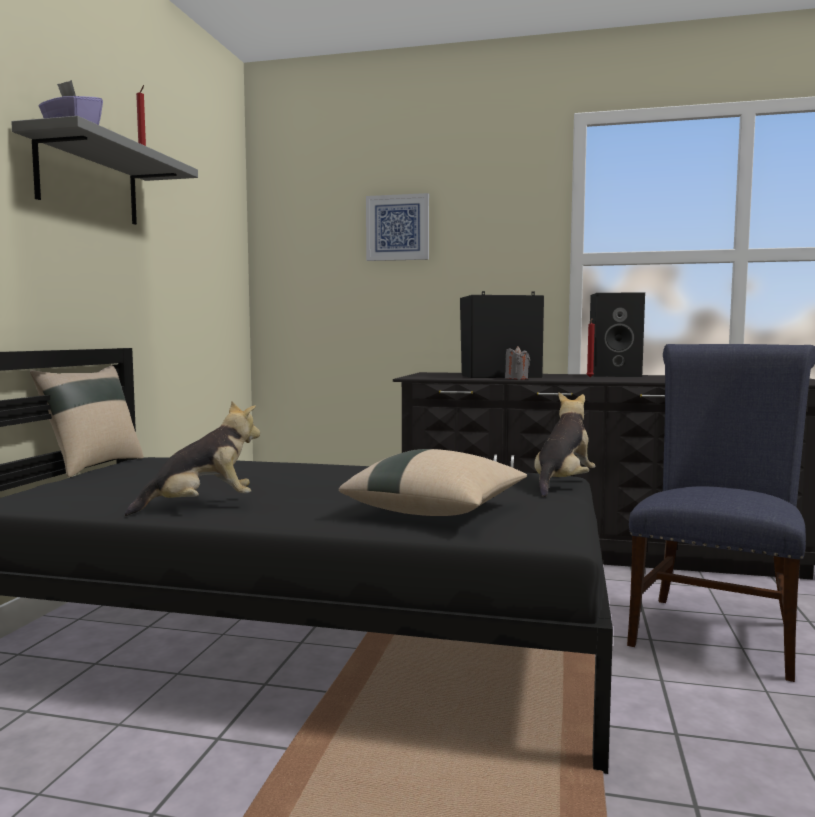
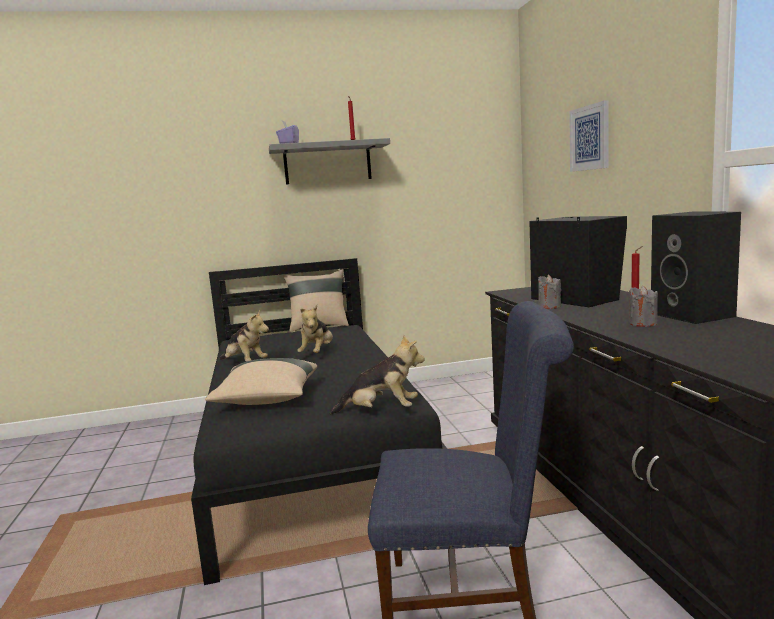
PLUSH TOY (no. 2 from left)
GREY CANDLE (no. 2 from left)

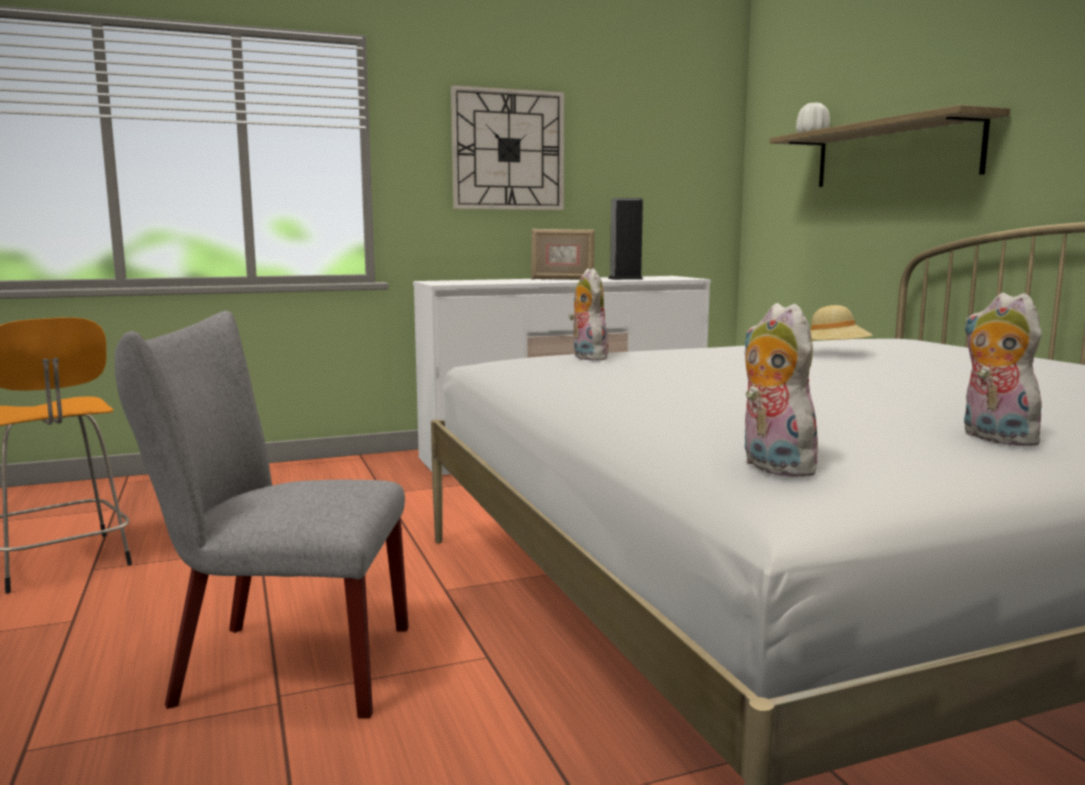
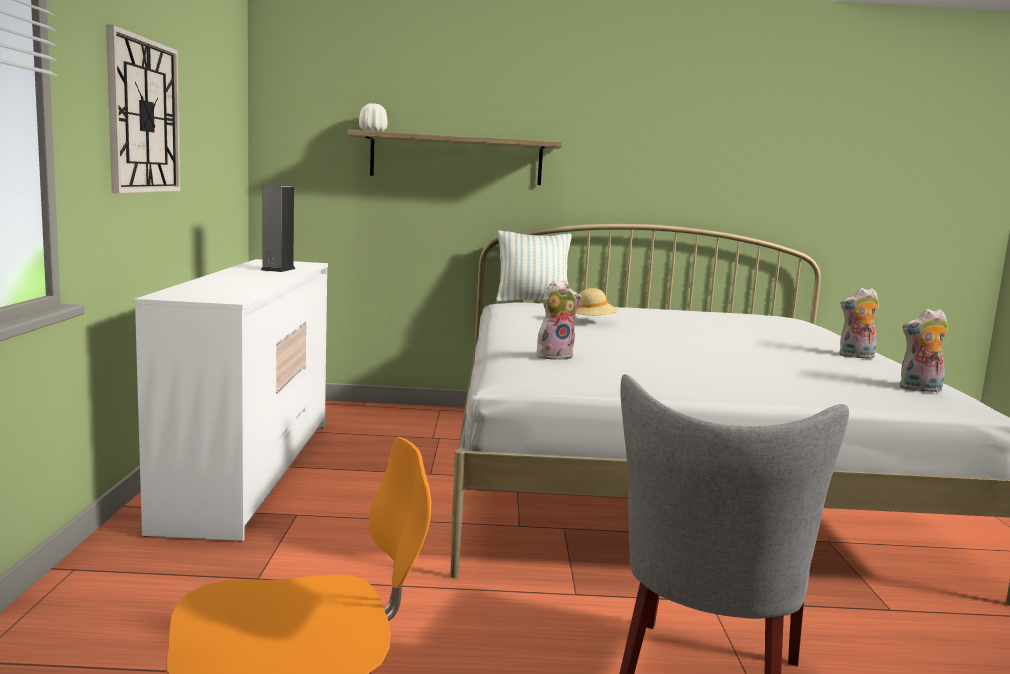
PILLOW
PLUSH TOY (no. 1 from left)
PICTURE FRAME

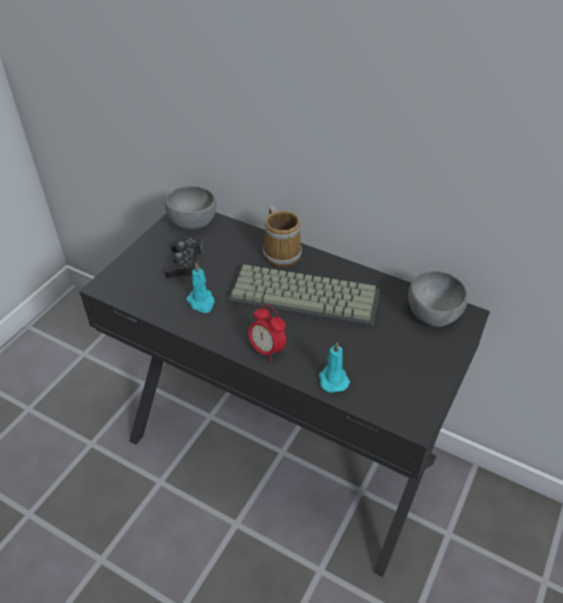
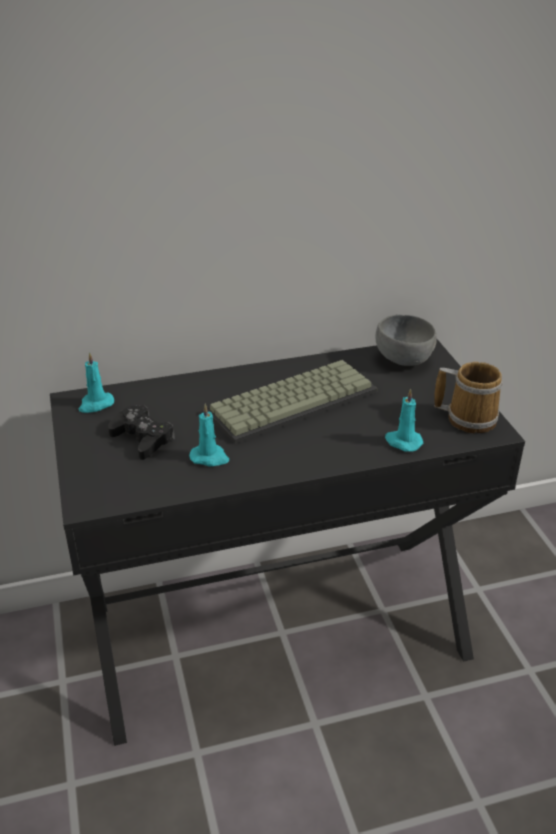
TURQUOISE CANDLE (no. 1 from left)
MUG
ALARM CLOCK

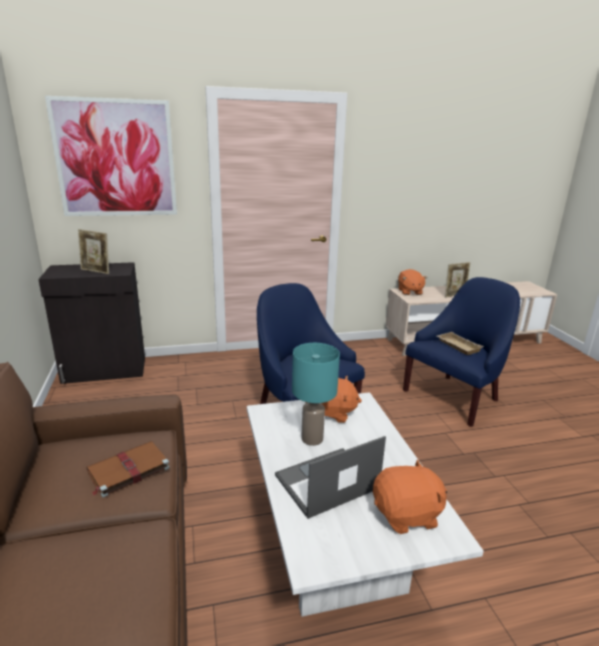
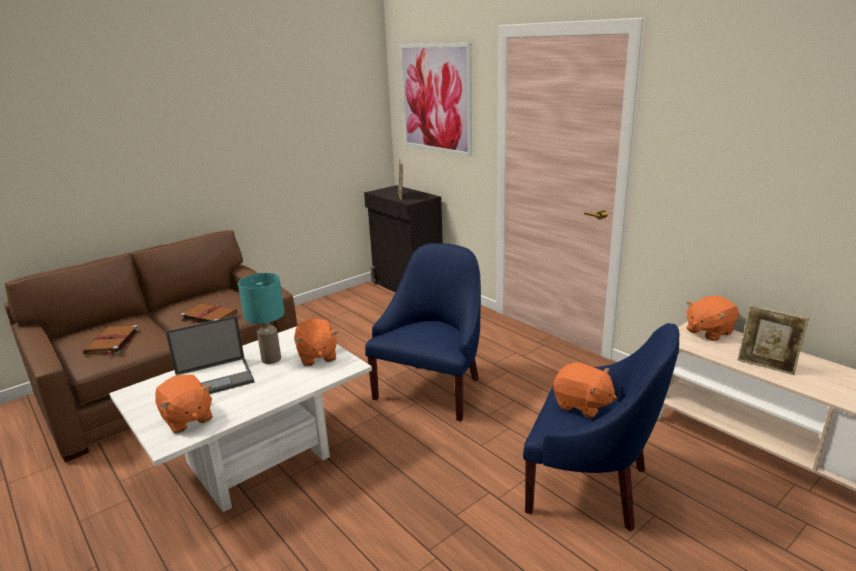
BROWN BOOK (no. 1 from left)
LAPTOP
ORANGE PLUSH TOY (no. 3 from left)

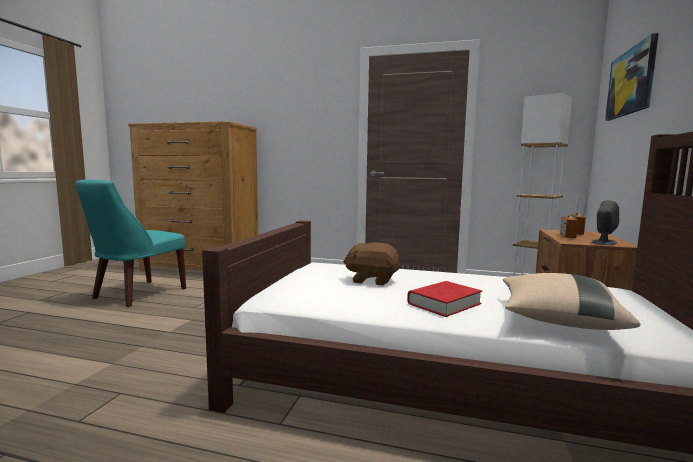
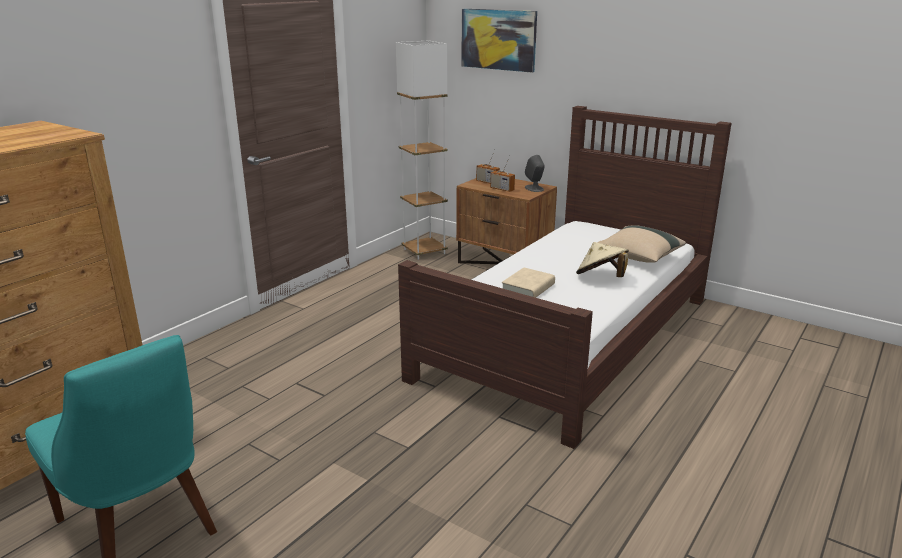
BEIGE BOOK
BEIGE HAT

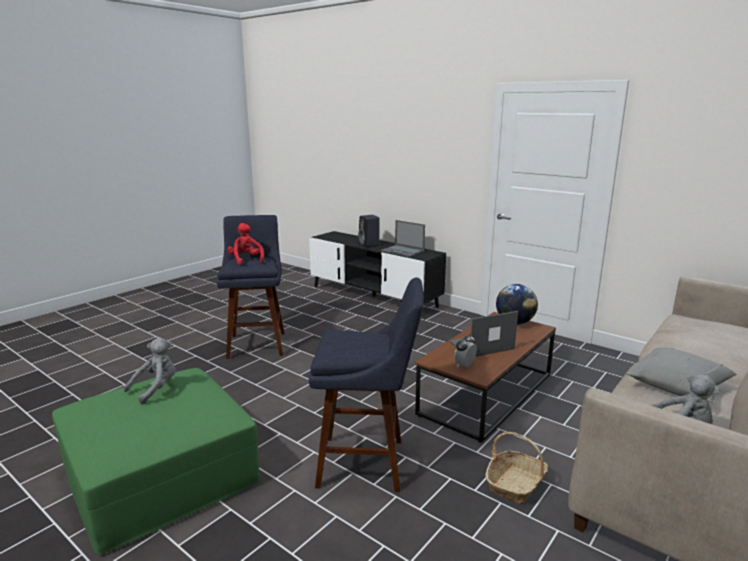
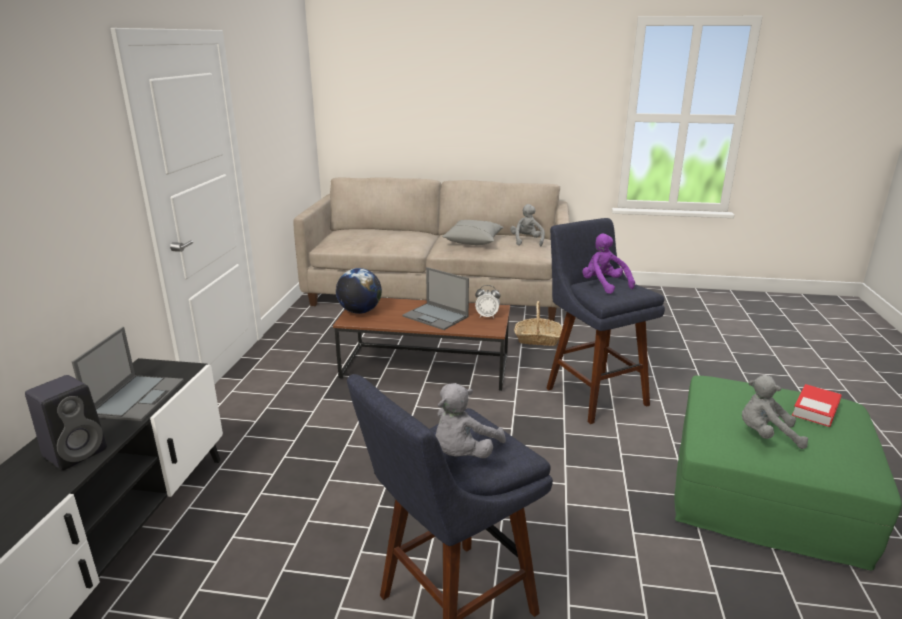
GREY PLUSH TOY (no. 1 from left)
PURPLE PLUSH TOY
BOOK

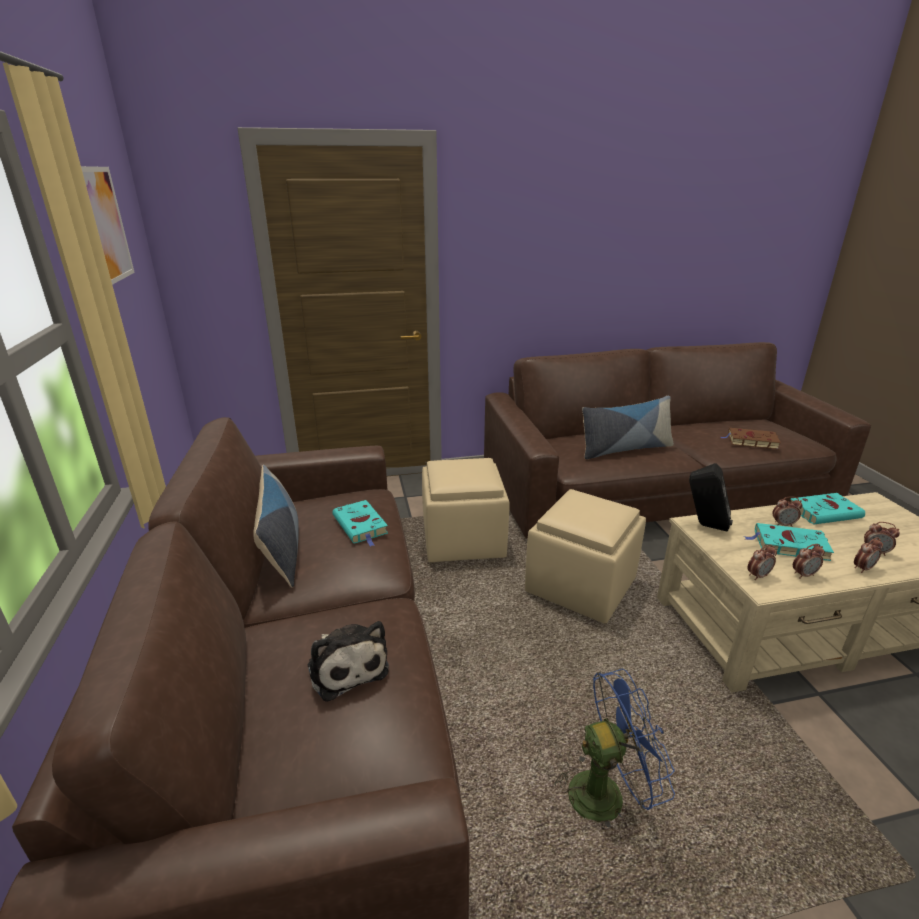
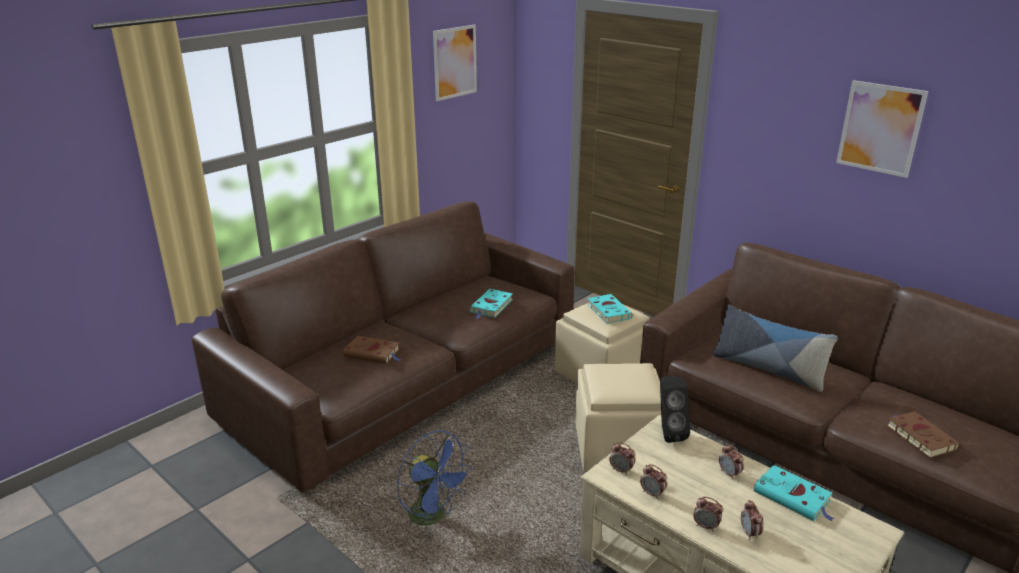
BROWN BOOK (no. 1 from left)
TURQUOISE BOOK (no. 2 from left)
PICTURE (no. 2 from left)
PILLOW (no. 1 from left in the first image)

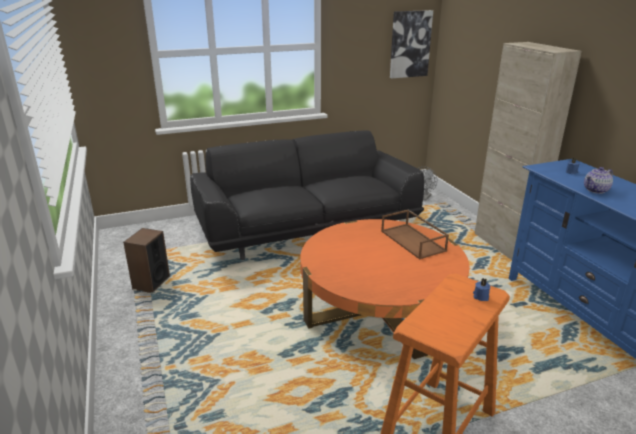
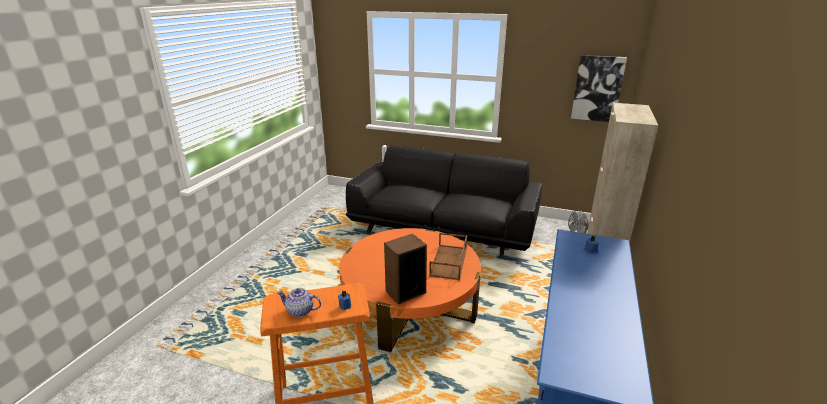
TEAPOT
SPEAKER

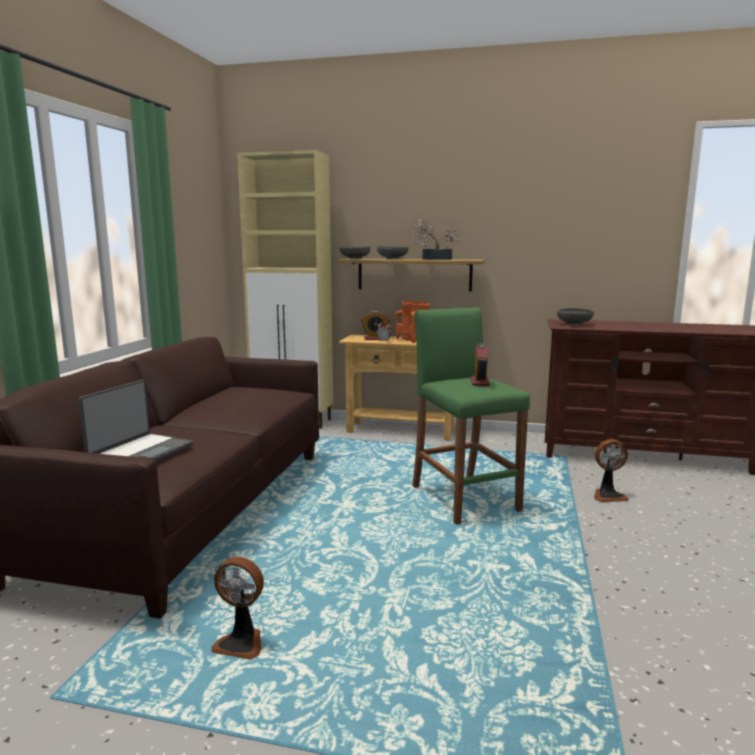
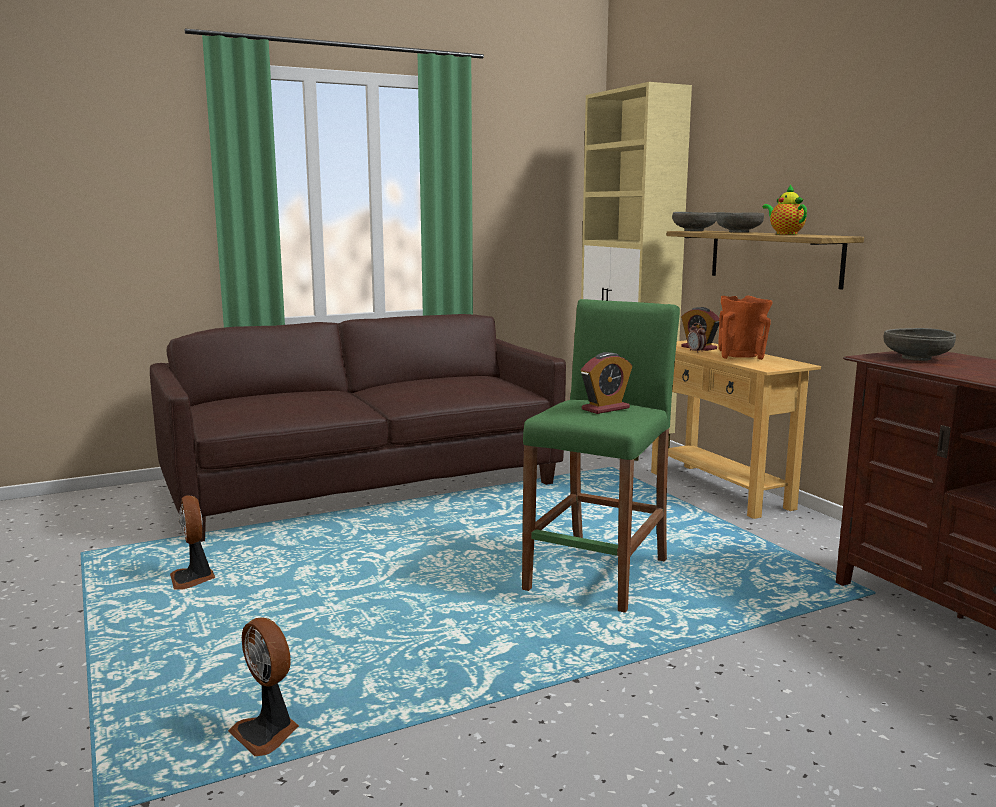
FAN (no. 2 from left)
TEAPOT
LAPTOP

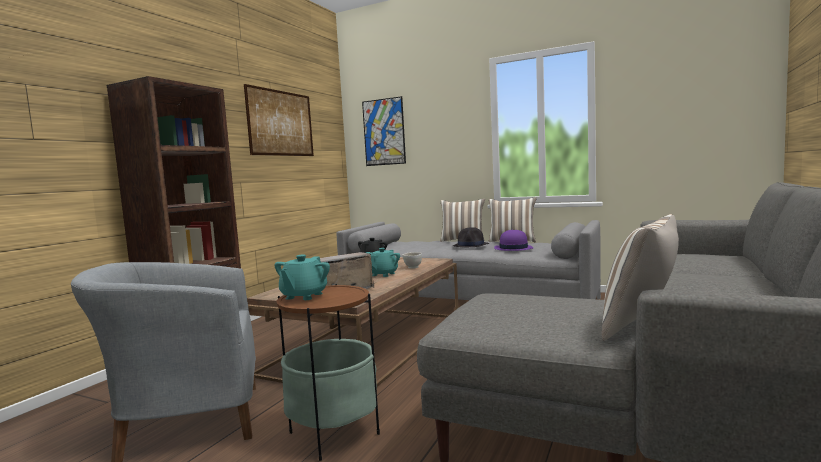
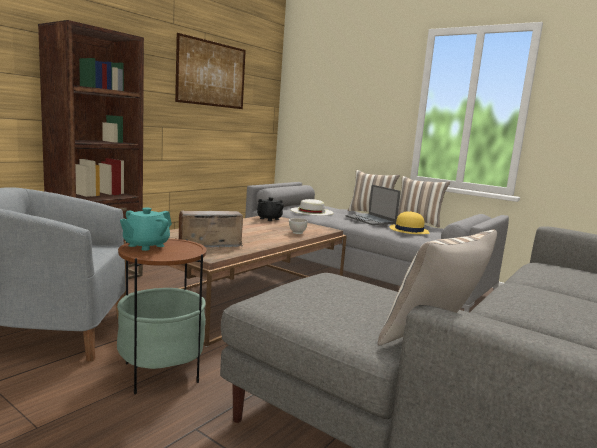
WHITE HAT
LAPTOP
YELLOW HAT
PICTURE (no. 2 from left in the first image)
TURQUOISE TEAPOT (no. 2 from left in the first image)

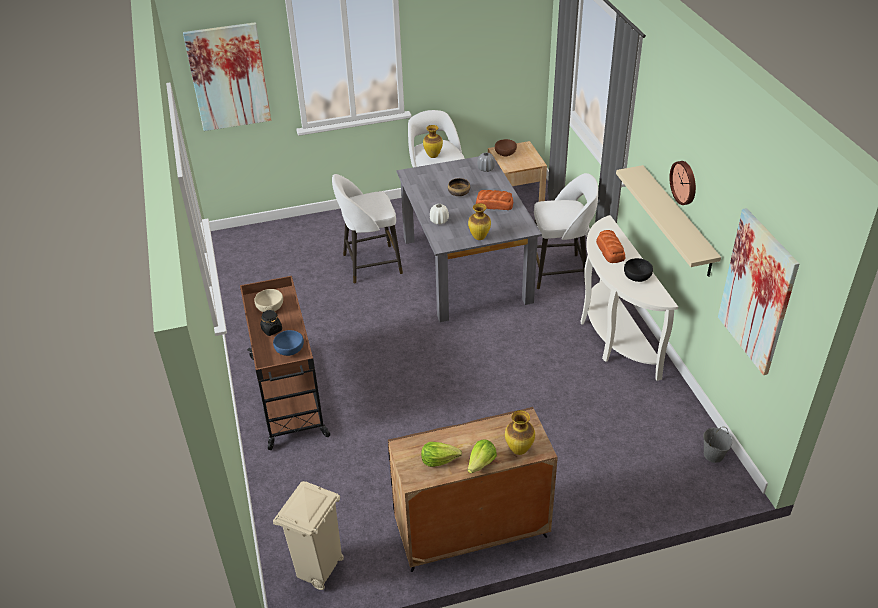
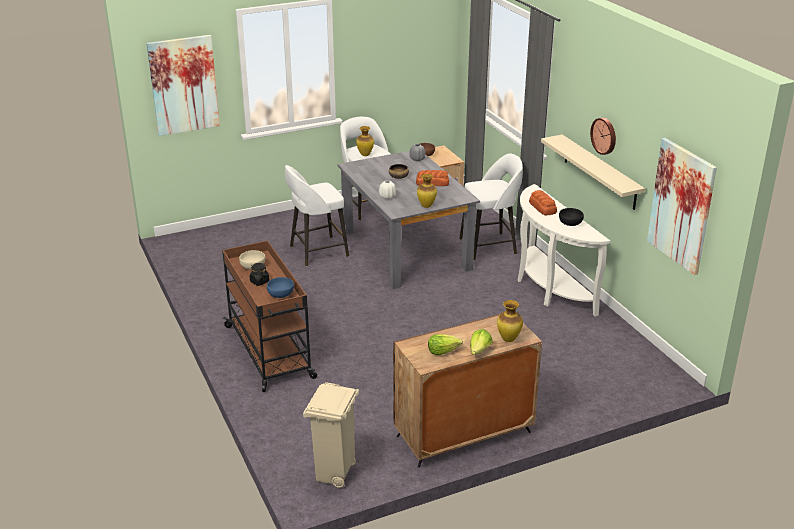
GREY BUCKET

